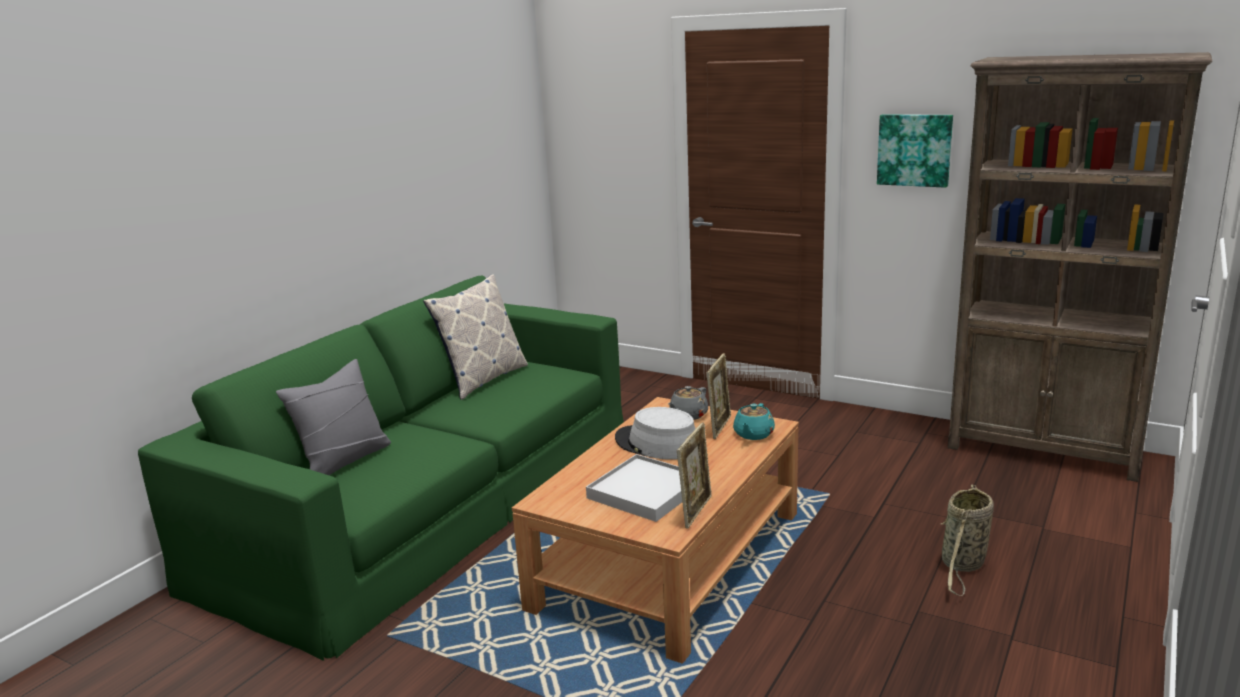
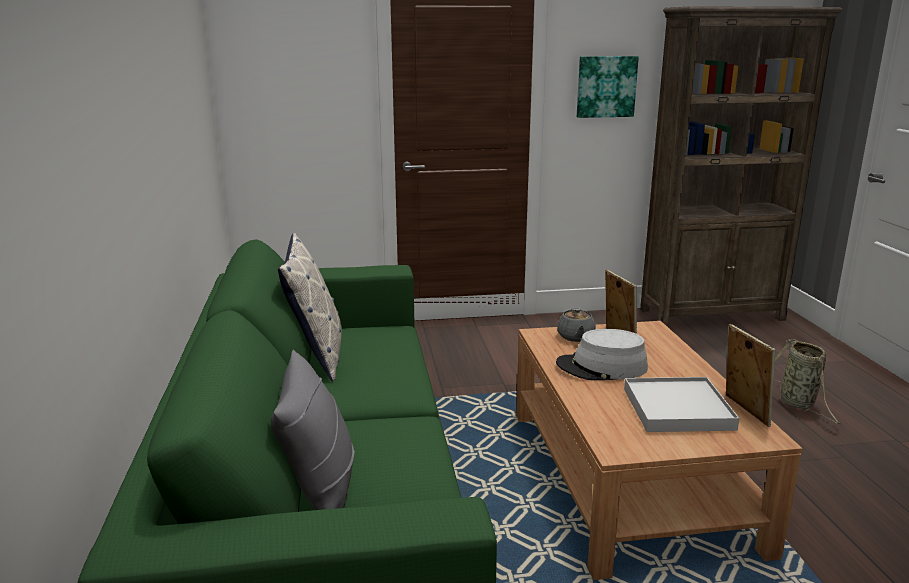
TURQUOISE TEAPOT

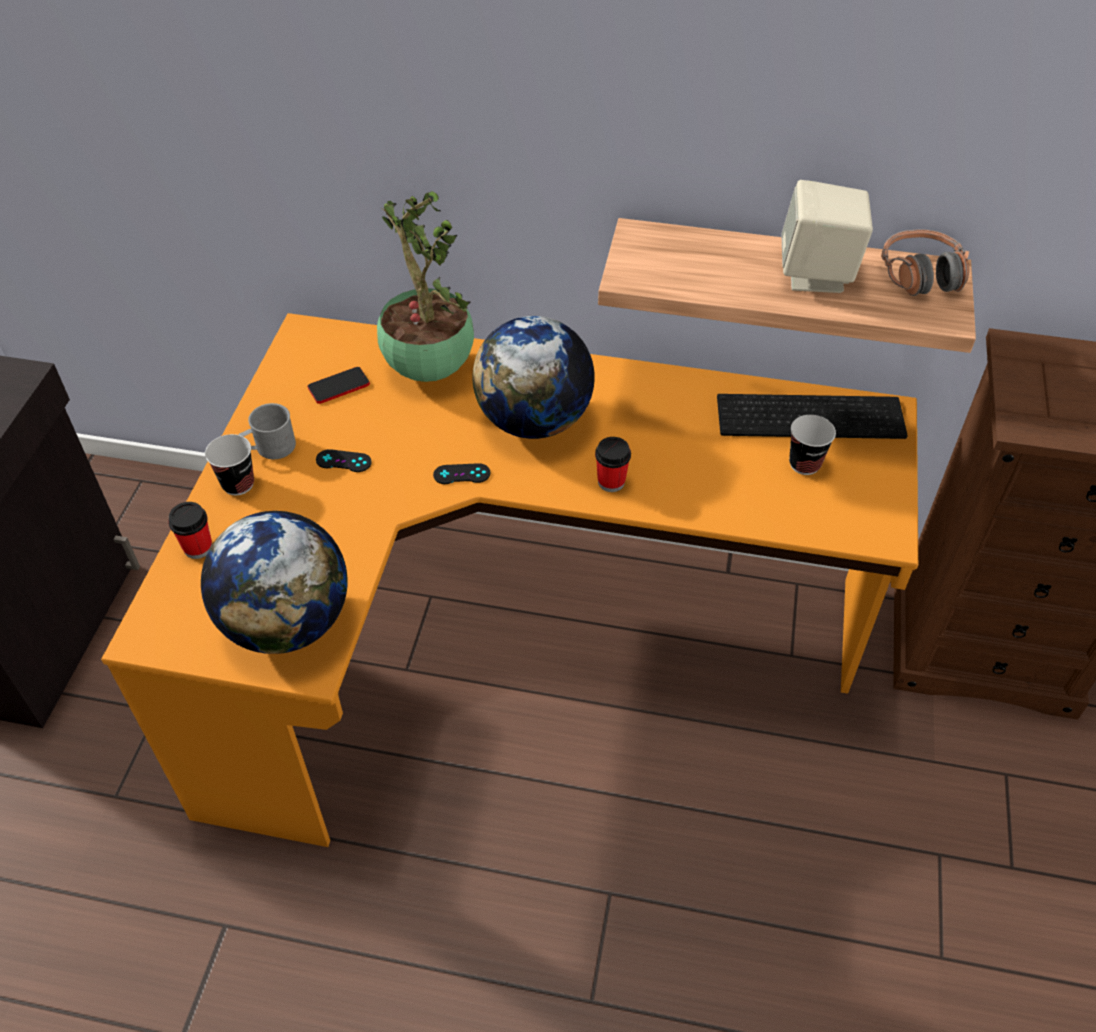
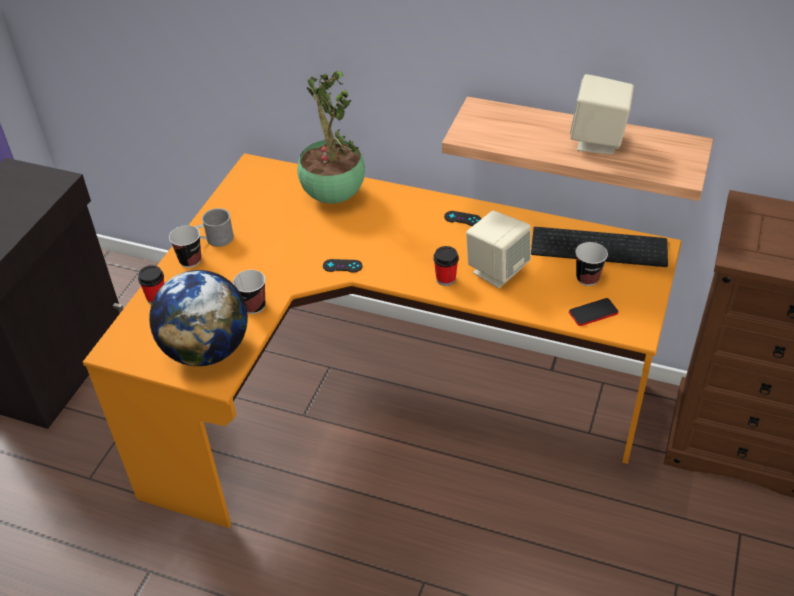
CUP (no. 3 from left)
BLACK GAME CONTROLLER (no. 2 from left)
BEIGE SPEAKER (no. 1 from left)
PHONE
GLOBE (no. 2 from left in the first image)
HEADPHONES

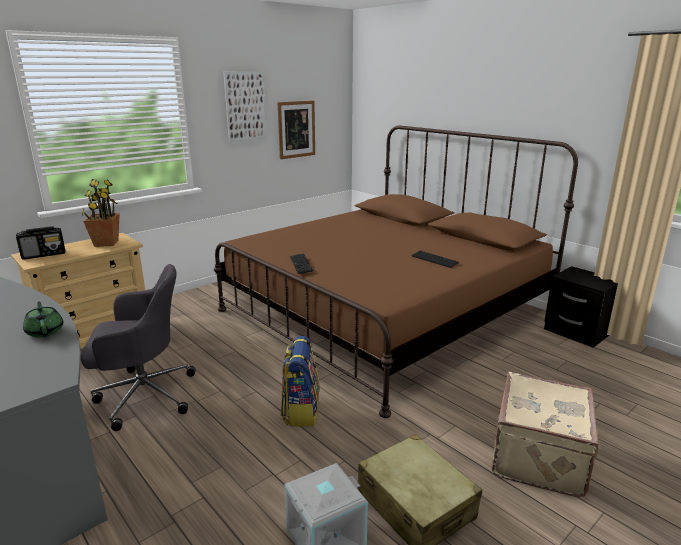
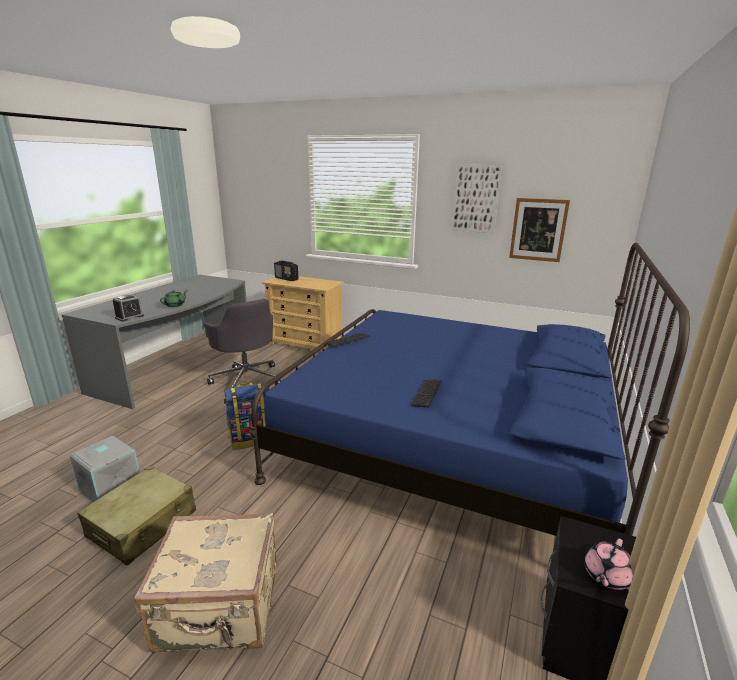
ALARM CLOCK
BLUE BED
PINK TEAPOT
POTTED PLANT

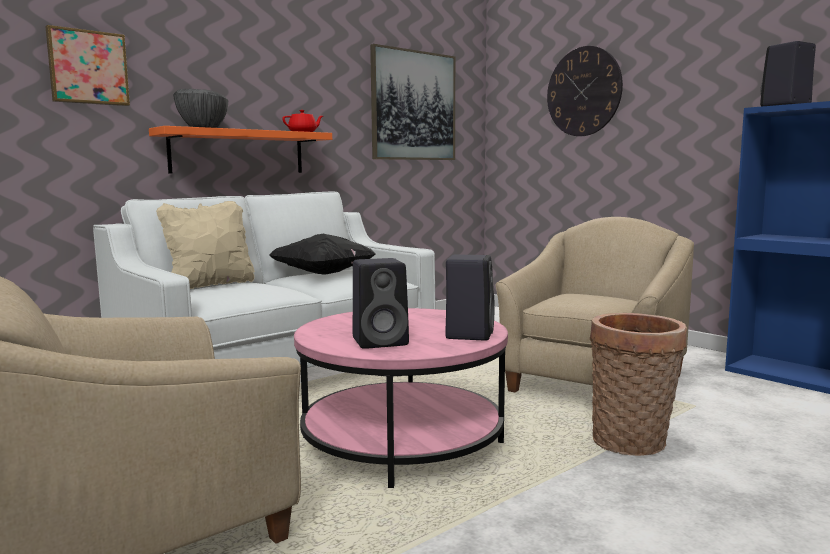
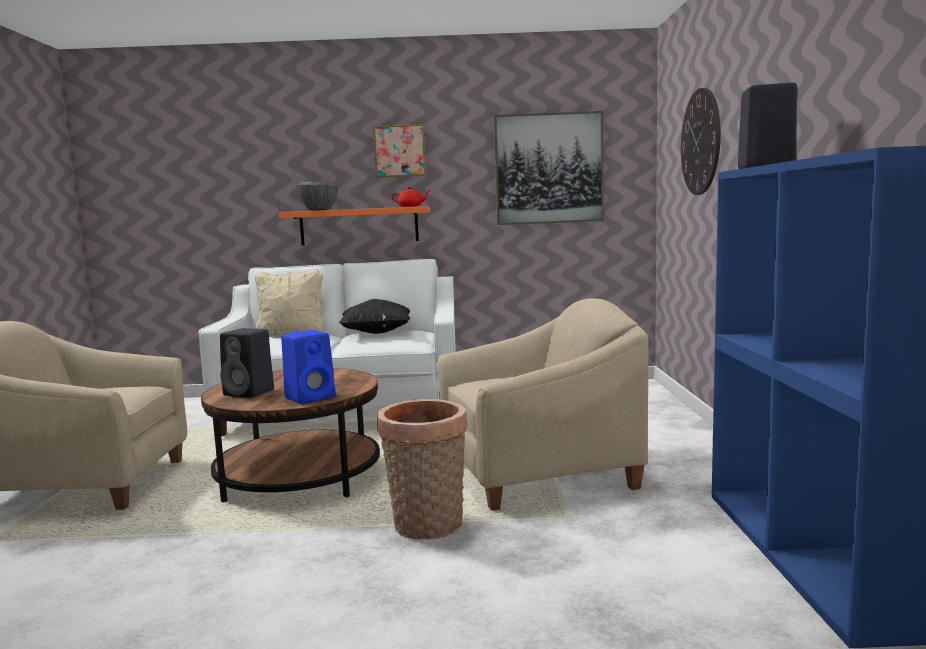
BROWN COFFEE TABLE
BLUE SPEAKER
PICTURE (no. 1 from left)

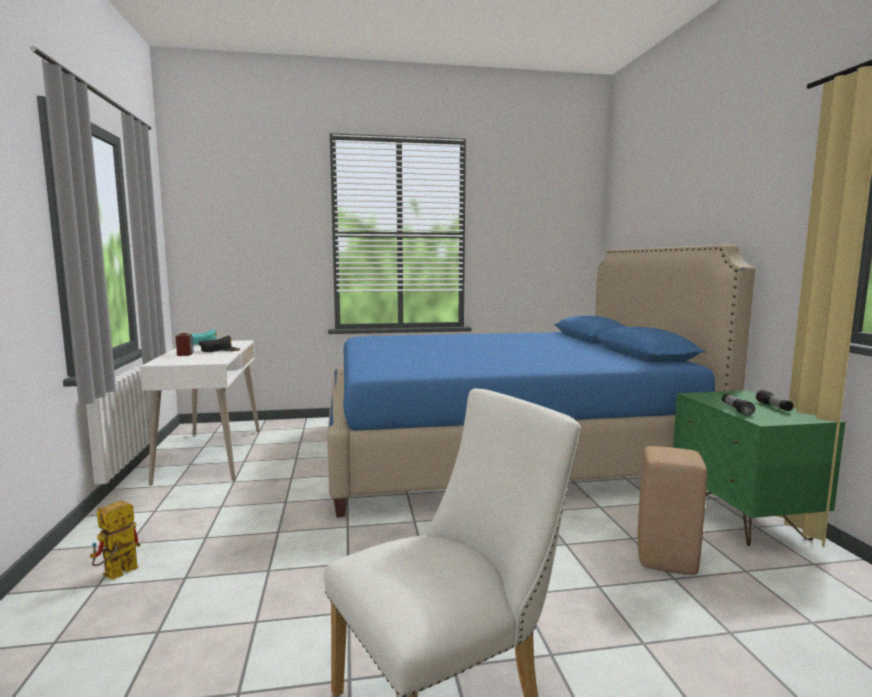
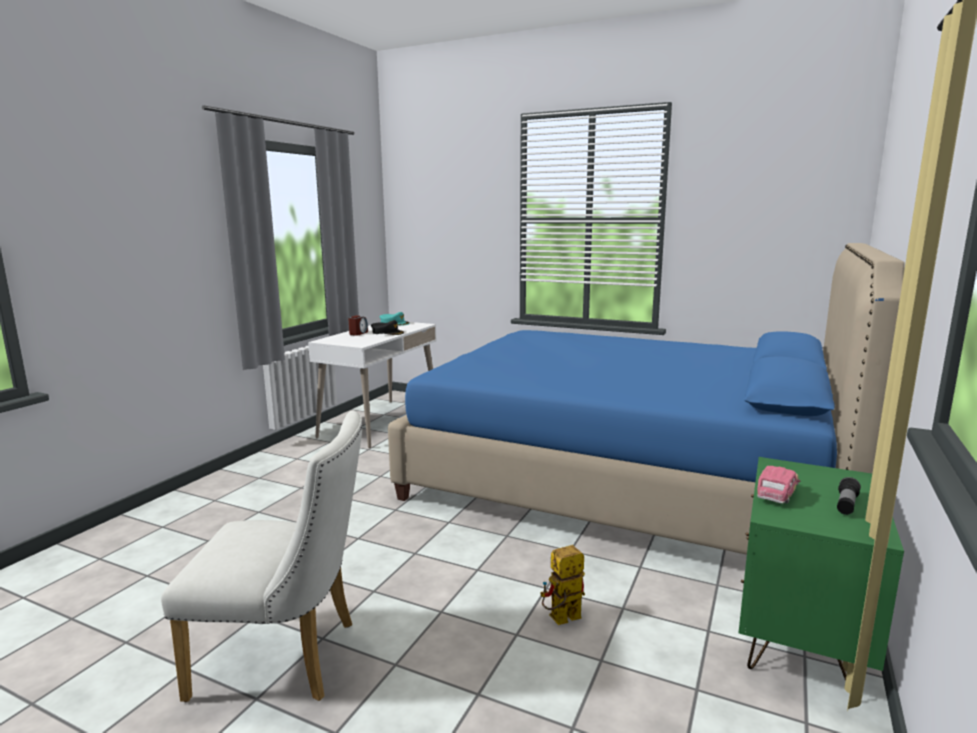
TOY ROBOT
TOY CAR
BEIGE STOOL

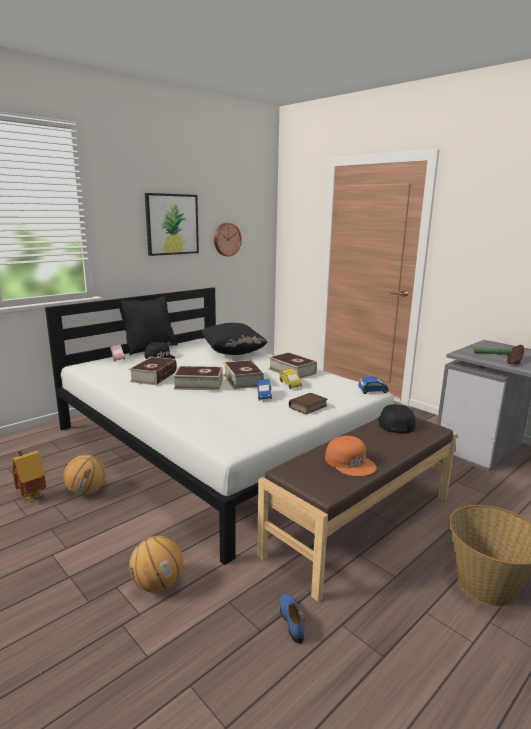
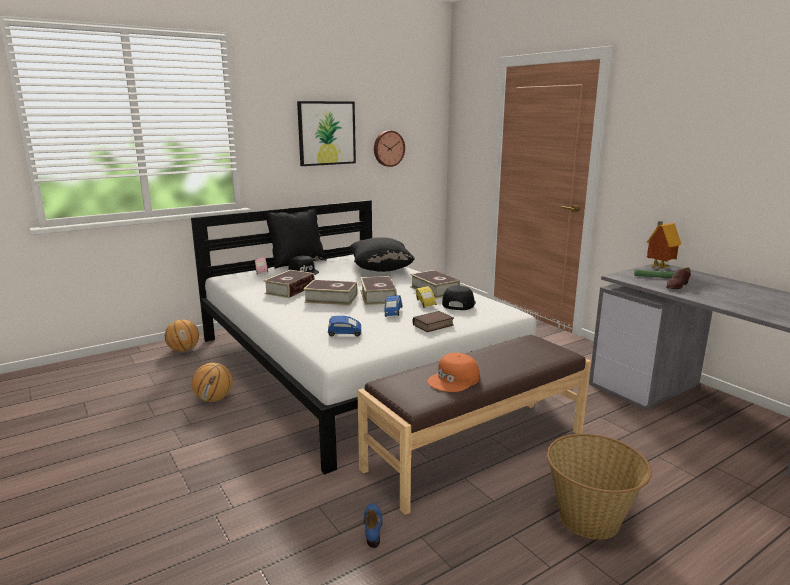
BASKETBALL (no. 1 from left)
BLUE TOY CAR (no. 1 from left)
ORANGE CAP
BLACK CAP (no. 2 from left)
TOY HOUSE

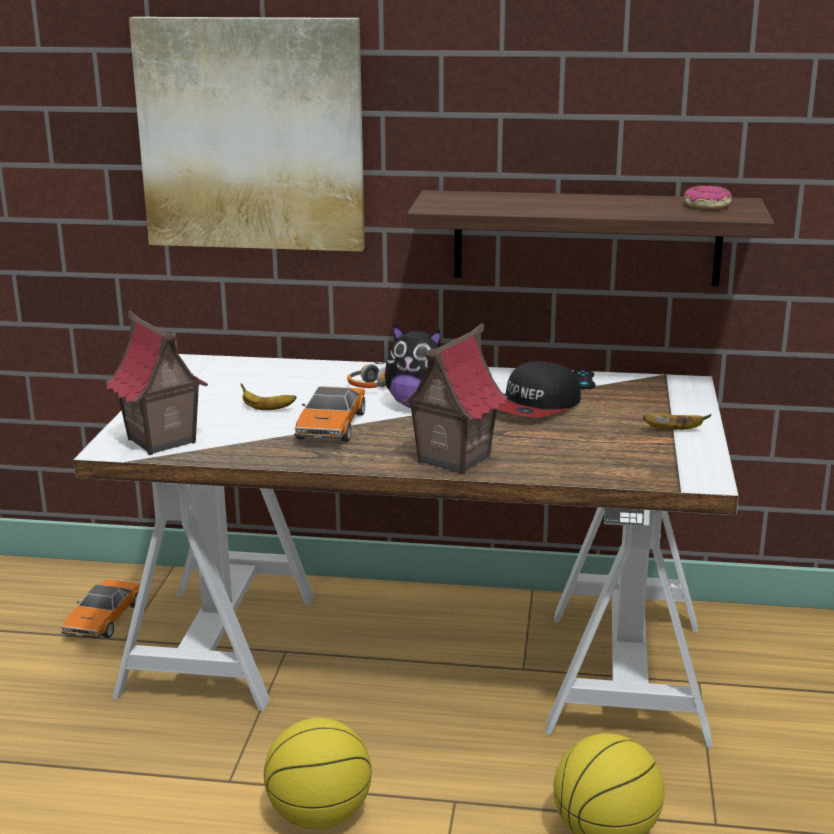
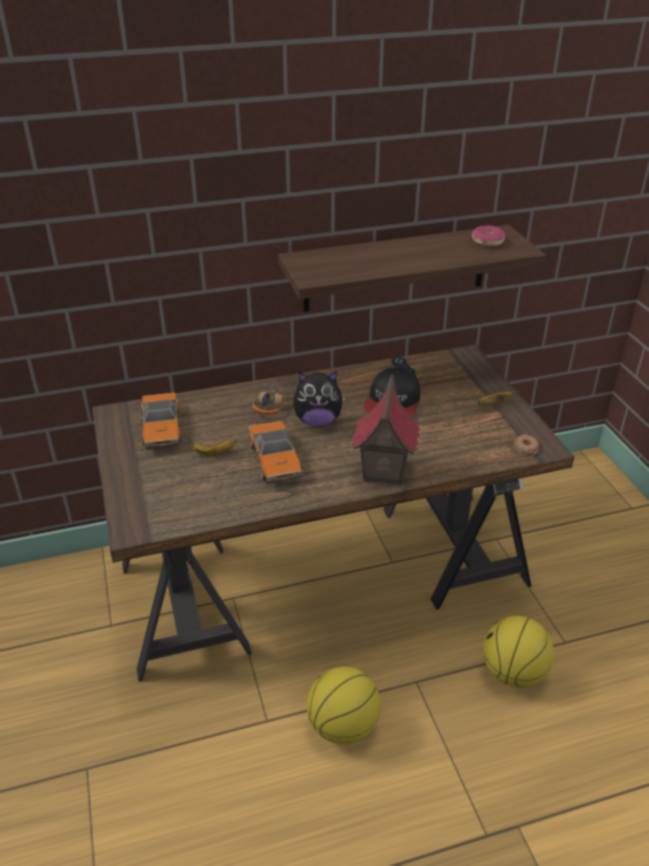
BROWN DESK
TOY CAR (no. 1 from left)
DONUT (no. 2 from left)
TOY HOUSE (no. 1 from left in the first image)
PICTURE

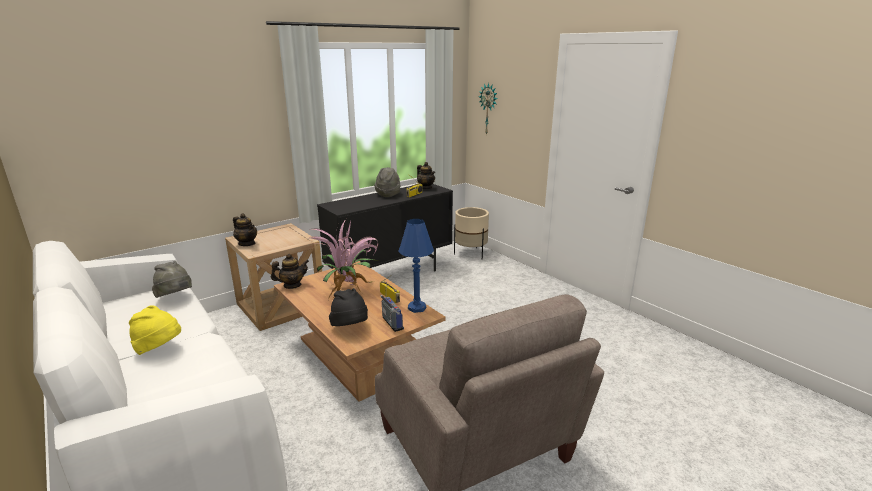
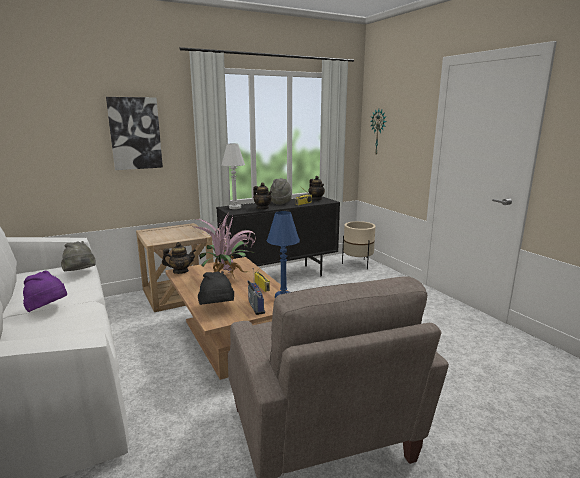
PURPLE HAT
PICTURE
WHITE TABLE LAMP
TEAPOT (no. 2 from left)

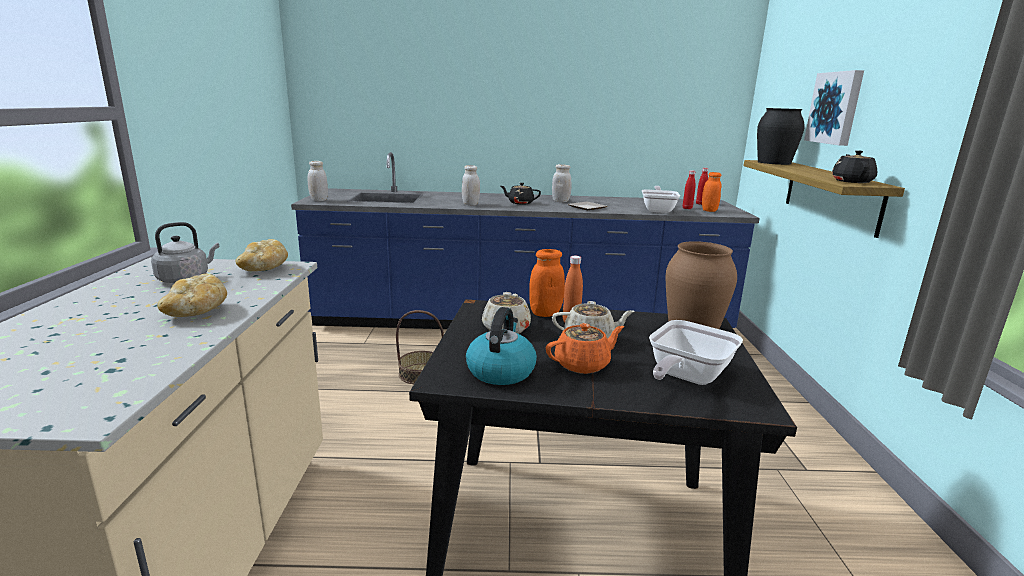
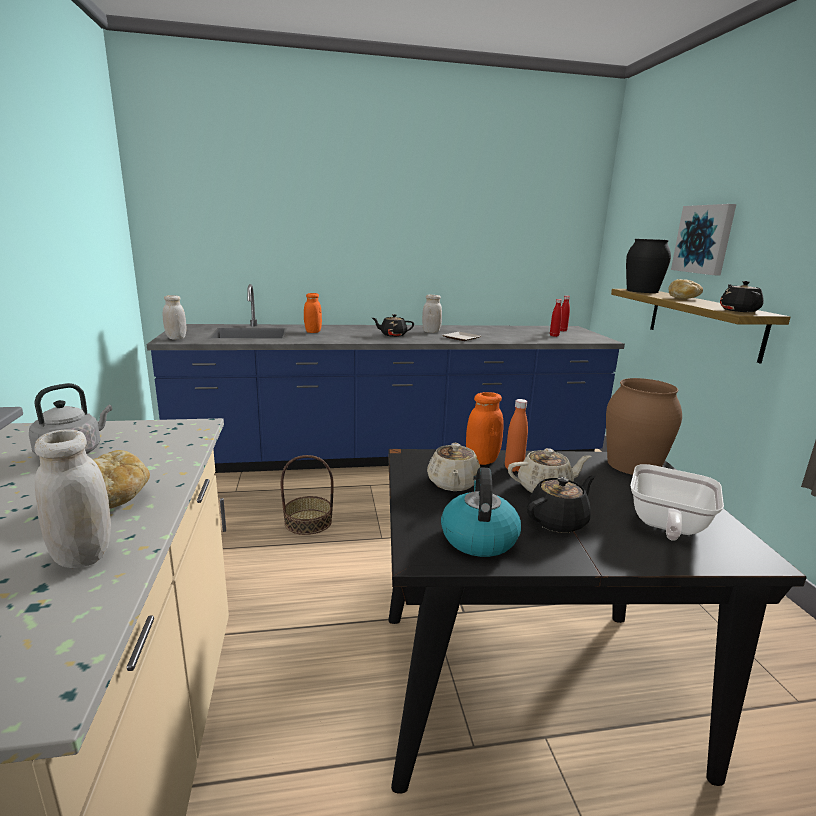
WHITE JAR (no. 1 from left)
ORANGE JAR (no. 1 from left)
BLACK TEAPOT (no. 2 from left)
BREAD (no. 2 from left)
FRYING PAN (no. 1 from left in the first image)

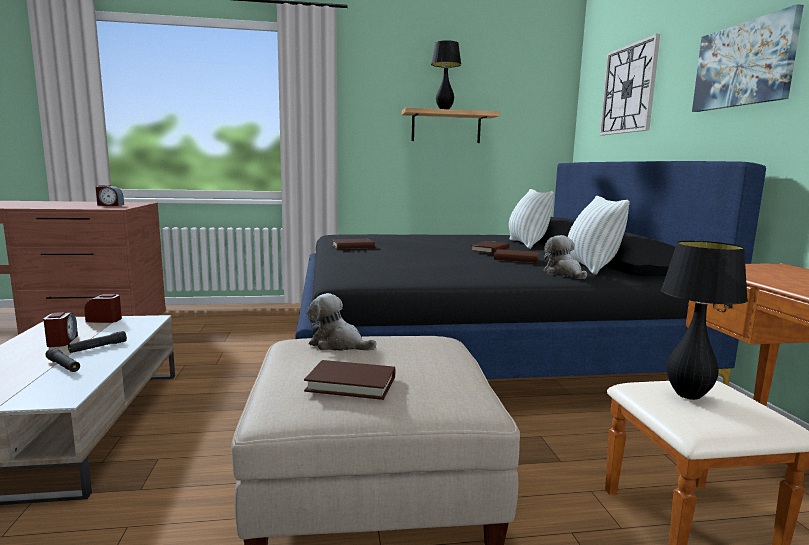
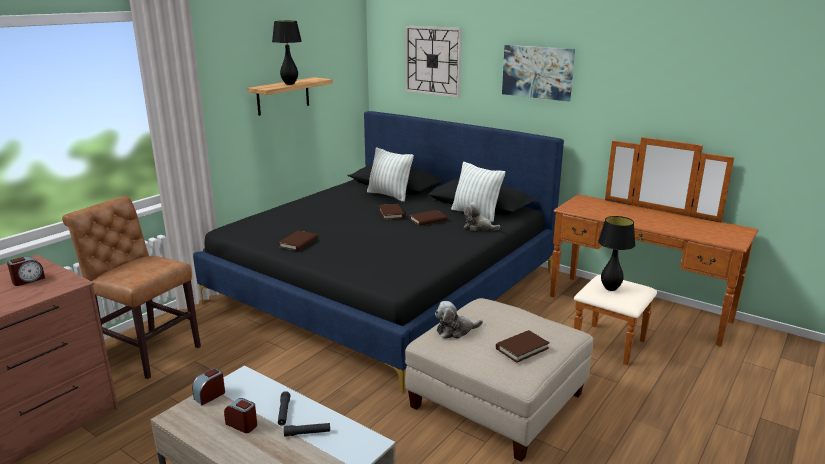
BROWN CHAIR

